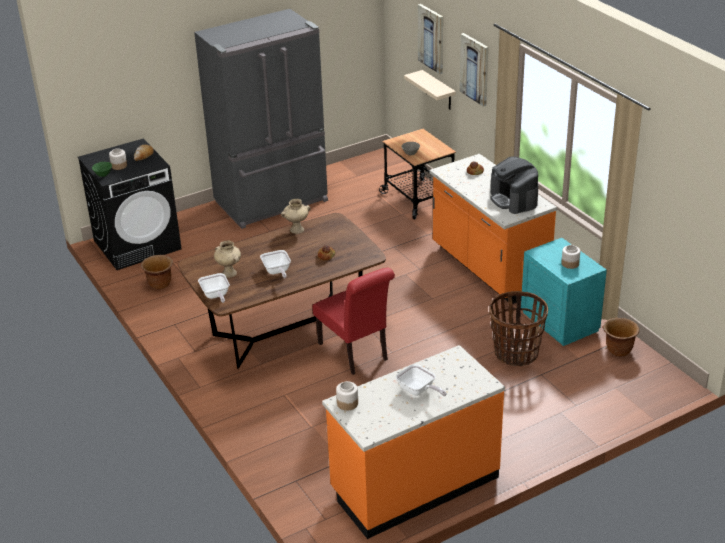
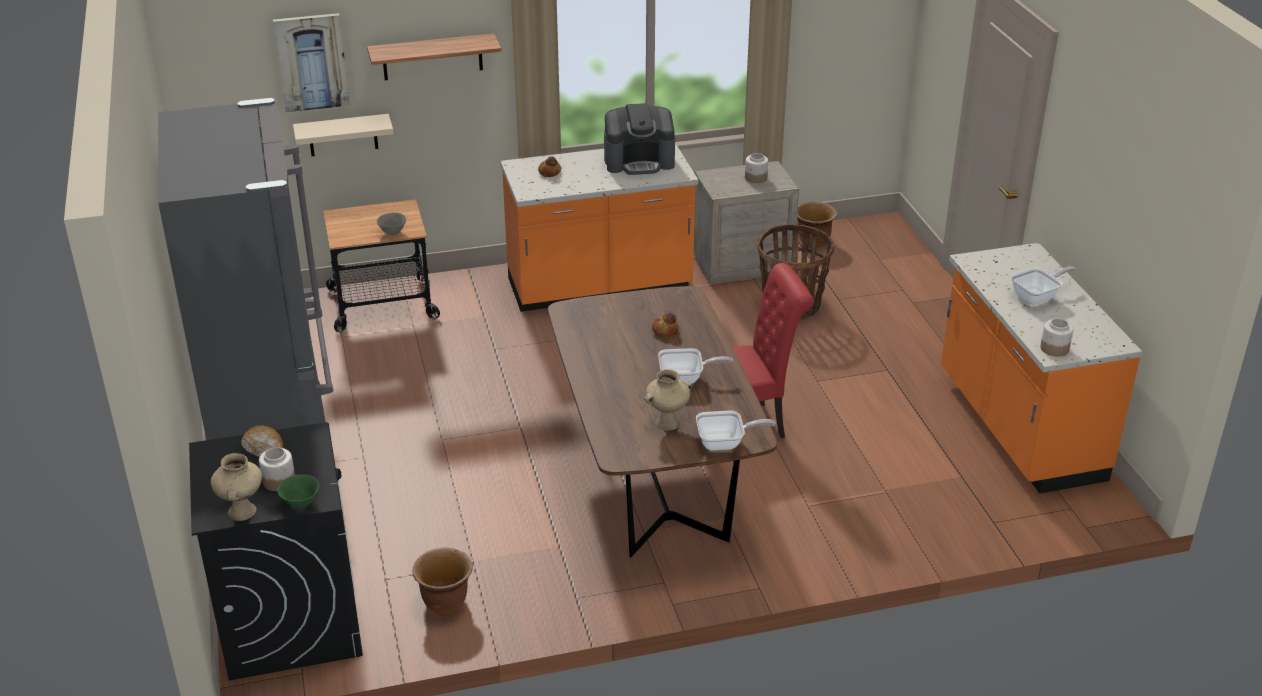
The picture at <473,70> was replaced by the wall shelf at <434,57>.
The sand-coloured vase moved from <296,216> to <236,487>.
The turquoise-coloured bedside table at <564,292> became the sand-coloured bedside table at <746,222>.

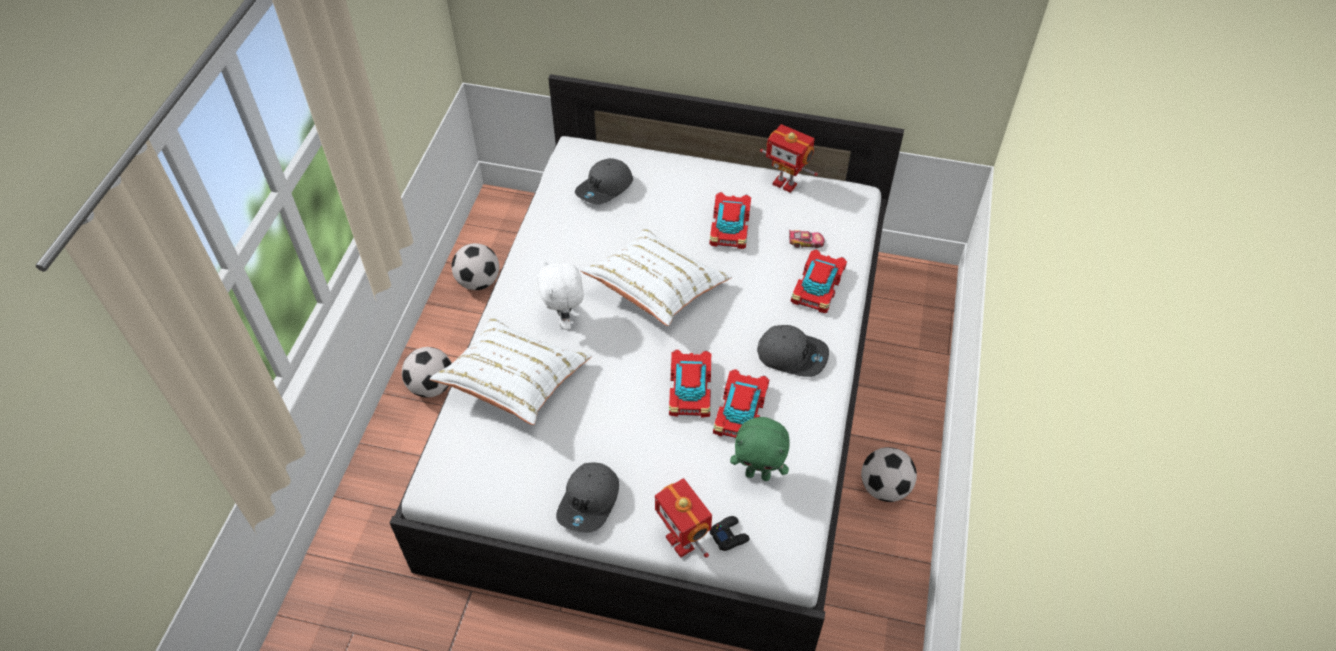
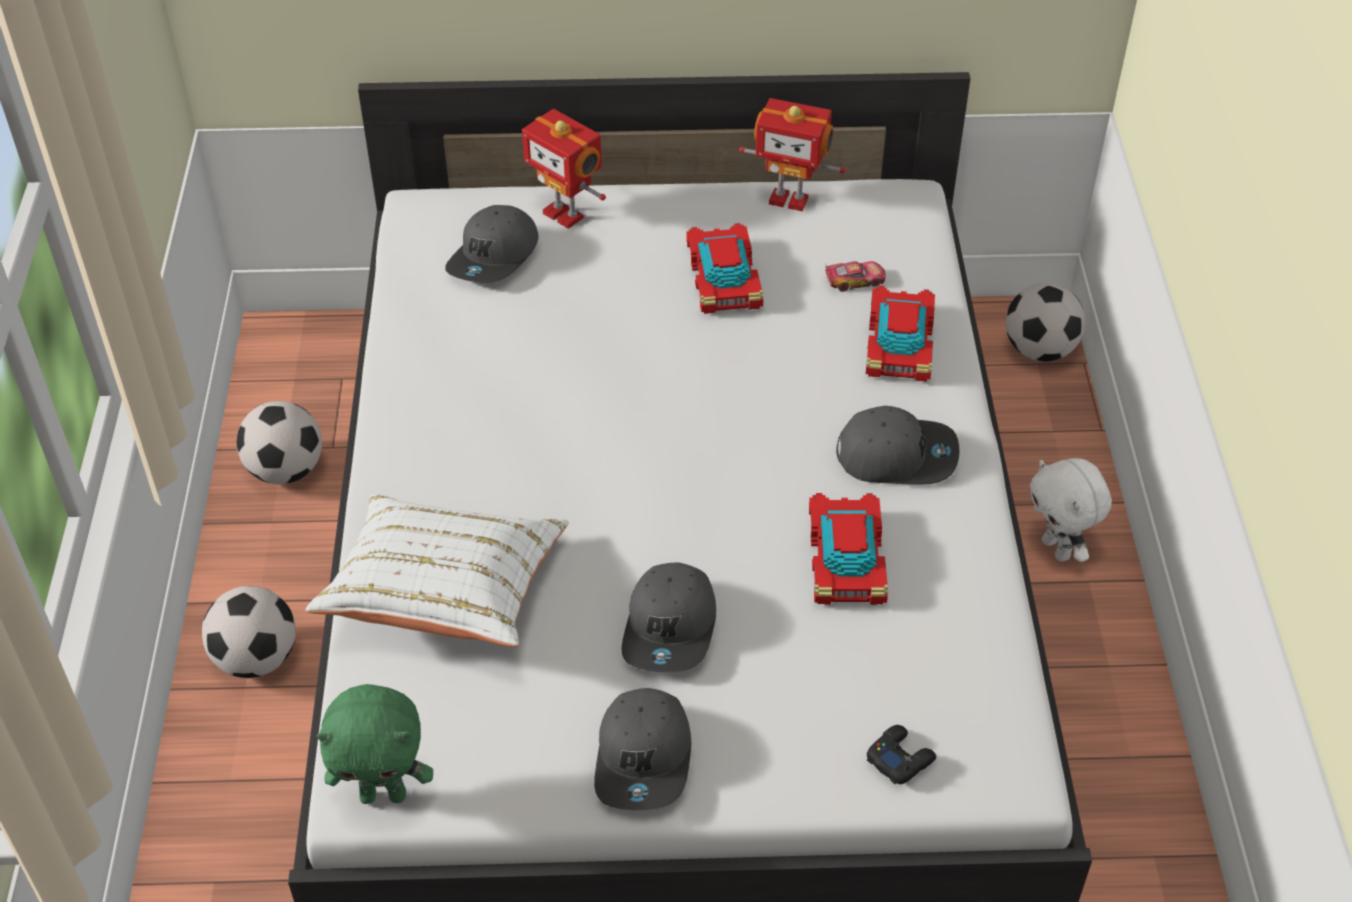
The whitish cushion at <656,277> disappeared.
The whitish cuddly toy moved from <560,295> to <1071,510>.
The toy car at <690,383> disappeared.
The greenish cuddly toy moved from <760,449> to <374,744>.
The football moved from <889,474> to <1045,322>.
The robot figure moved from <683,518> to <564,169>.
The greyish baseball cap at <668,617> appeared.

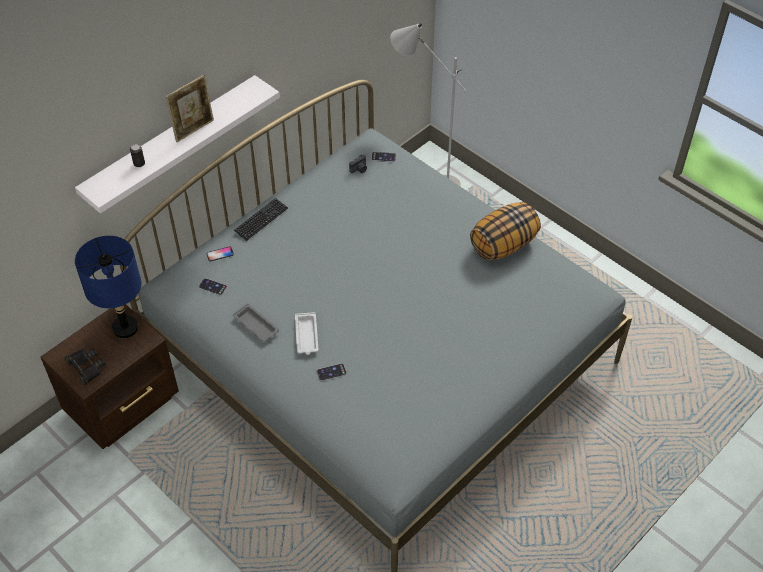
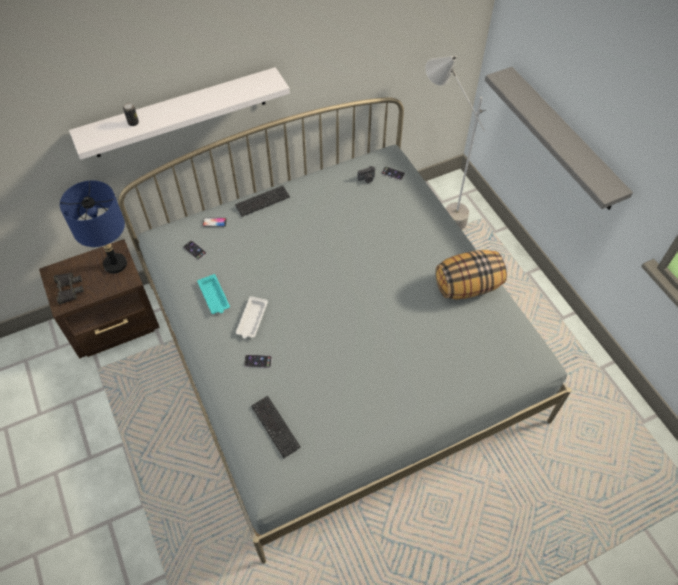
The picture frame at <189,108> disappeared.
The greyish carrying tray at <256,322> became the turquoise-coloured carrying tray at <213,294>.
The greyish wall shelf at <559,138> appeared.
The computer keyboard at <276,427> appeared.

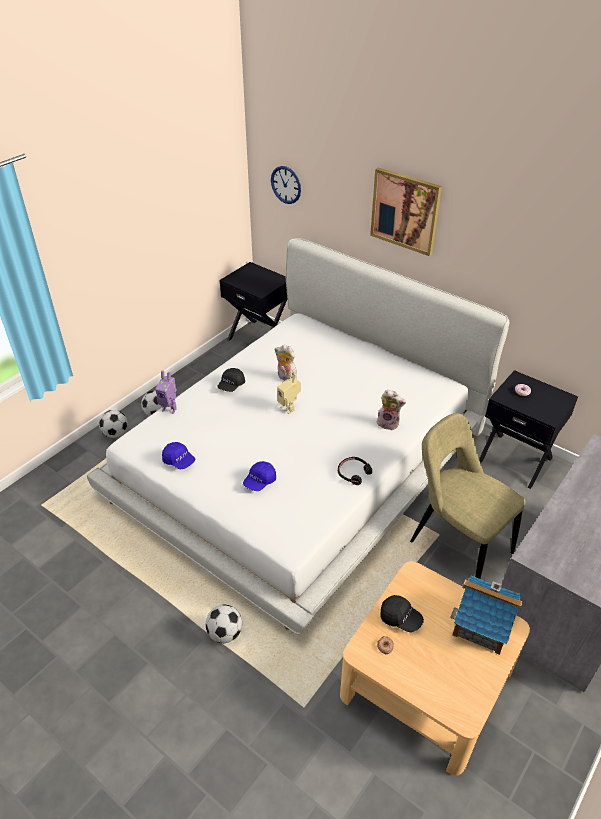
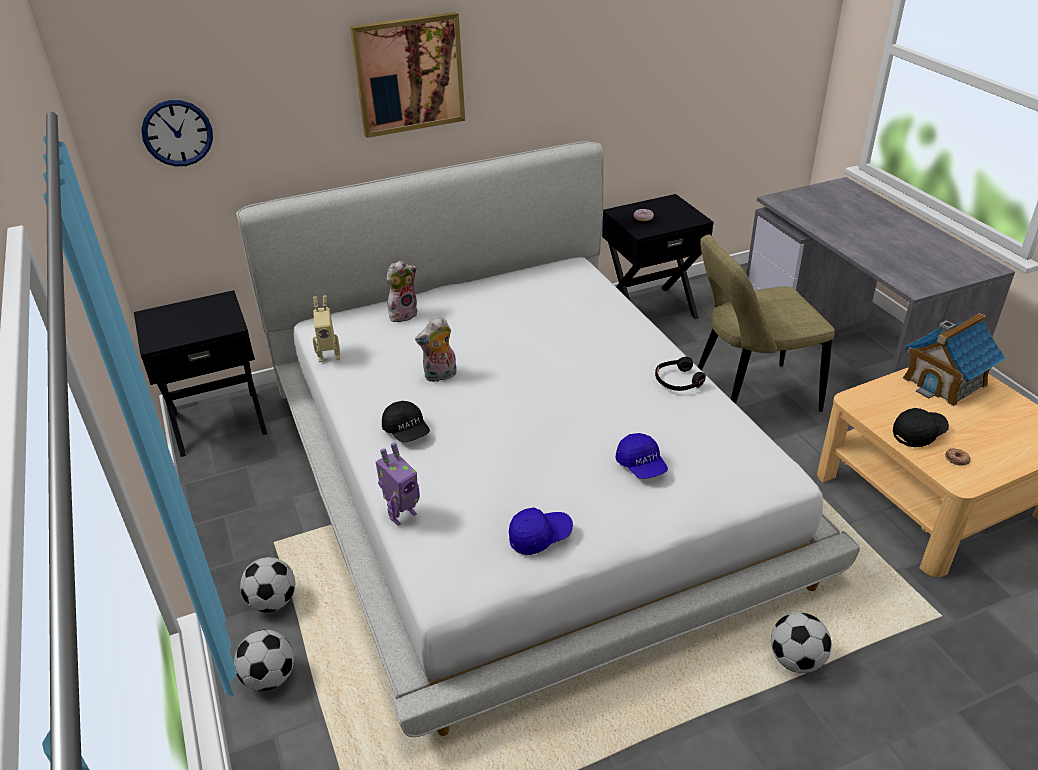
The robot figure moved from <289,392> to <326,329>.
The cuddly toy moved from <391,409> to <402,291>.

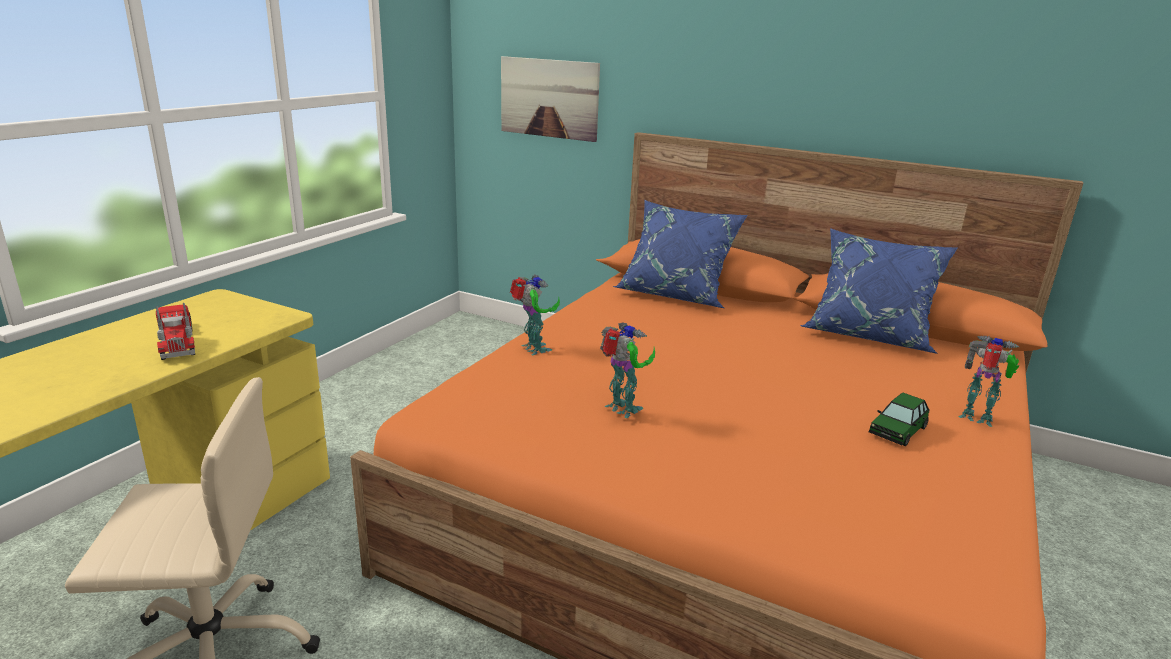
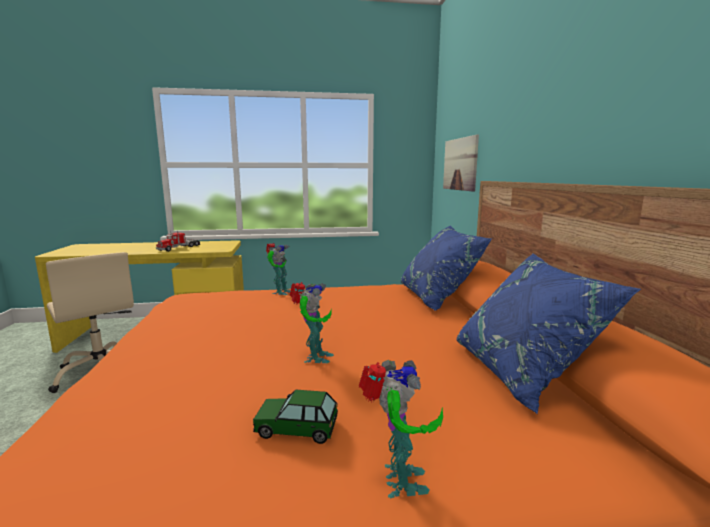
The robot figure moved from <627,370> to <311,322>.

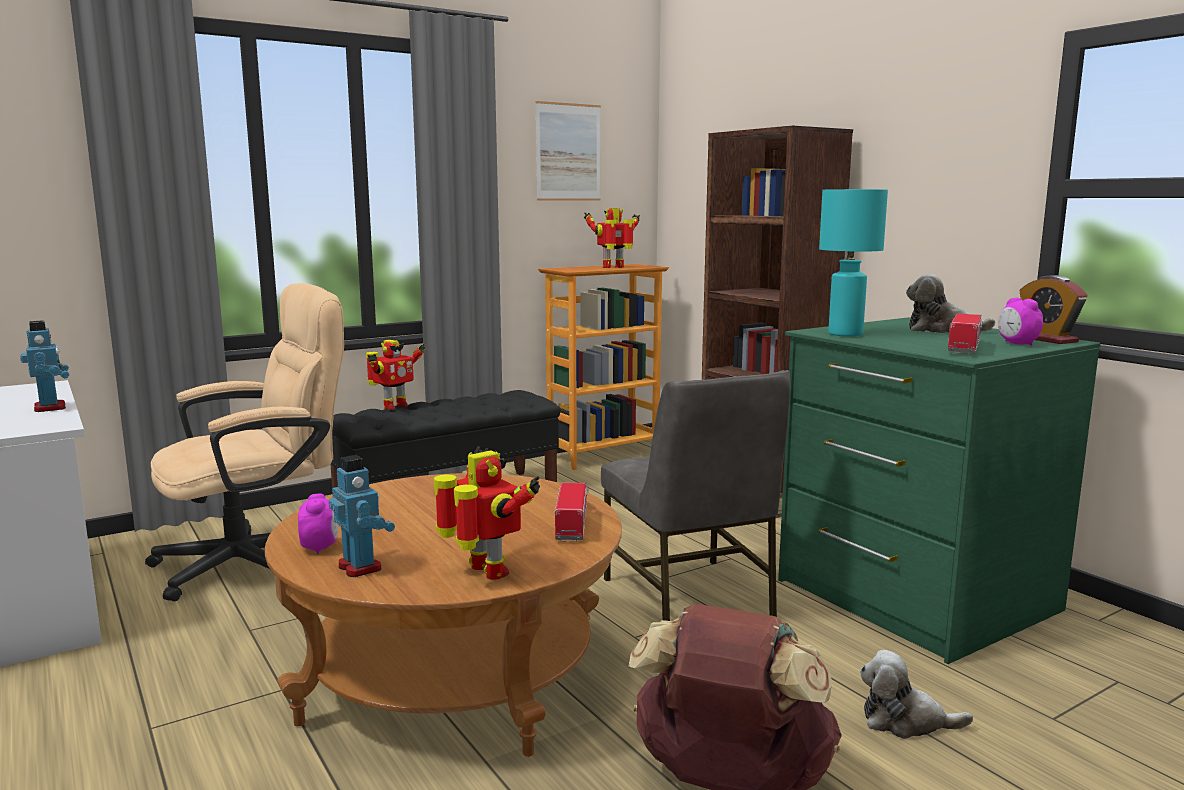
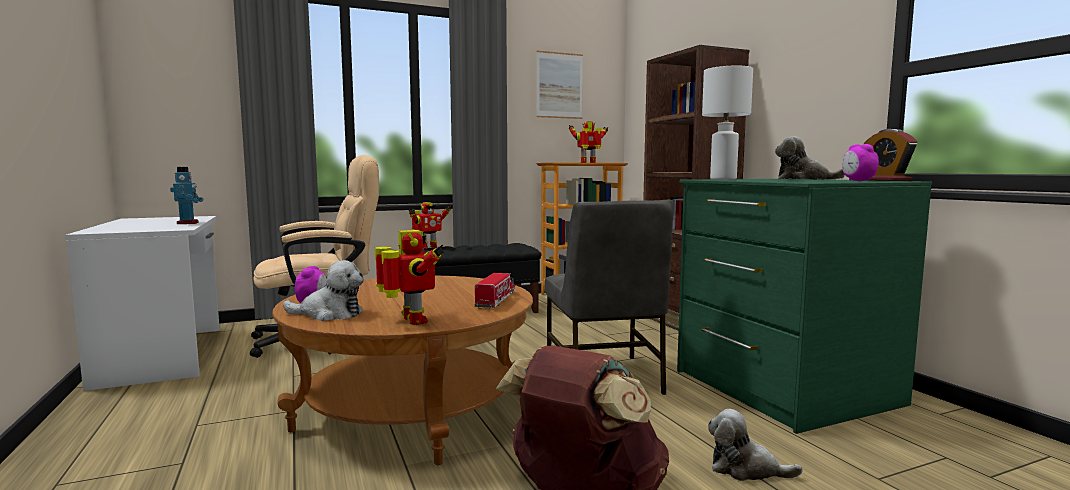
The turquoise-coloured lamp for a table at <853,263> became the whitish lamp for a table at <727,123>.
The toy lorry at <965,334> disappeared.
The robot figure at <362,516> was replaced by the cuddly toy at <323,290>.

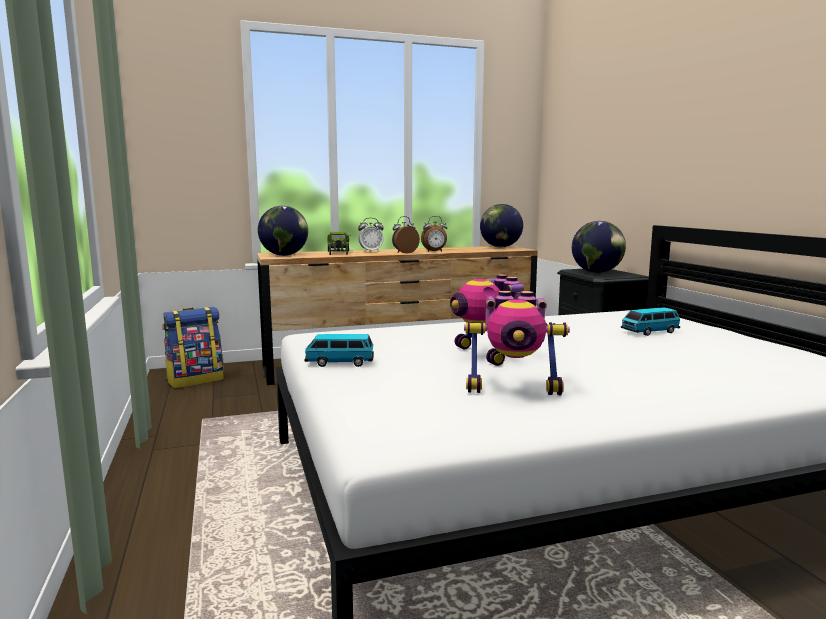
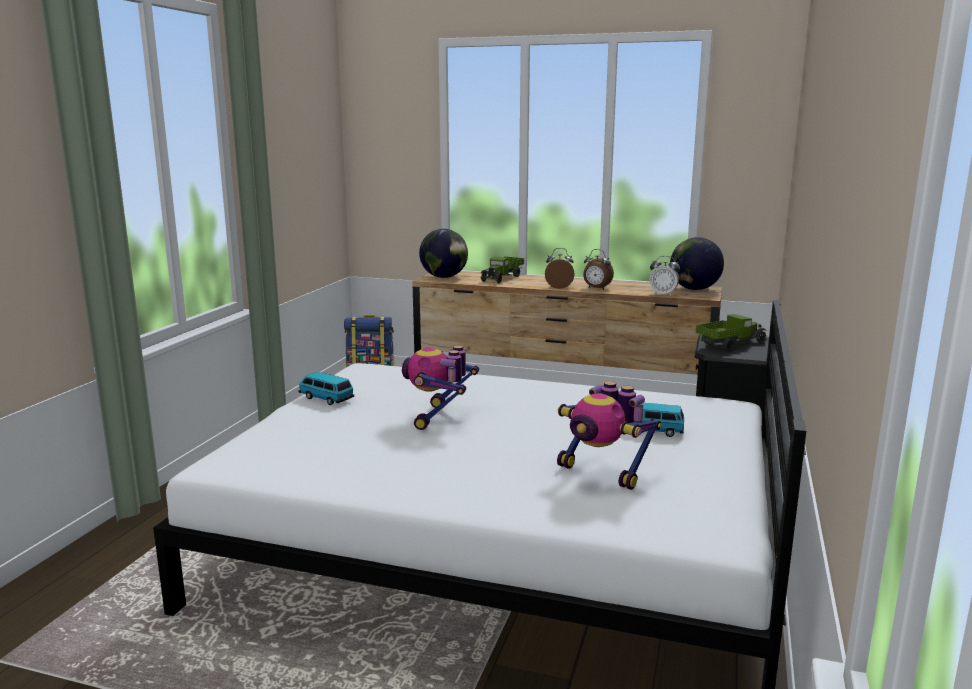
The bedside clock moved from <371,235> to <664,276>.
The desk globe at <599,247> was replaced by the toy lorry at <731,332>.
The robot figure moved from <517,343> to <609,435>.

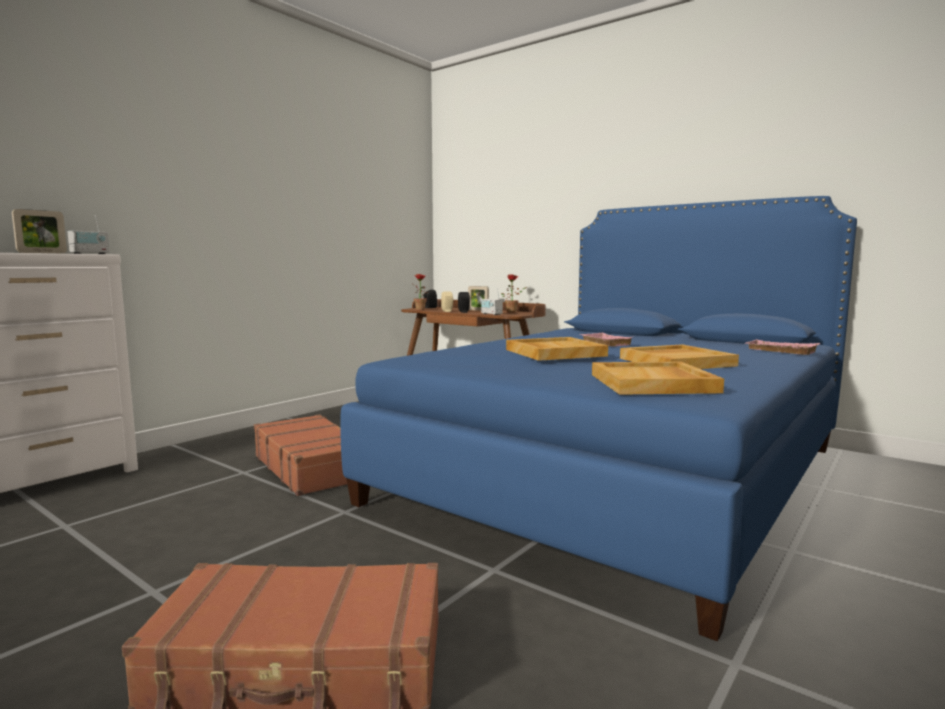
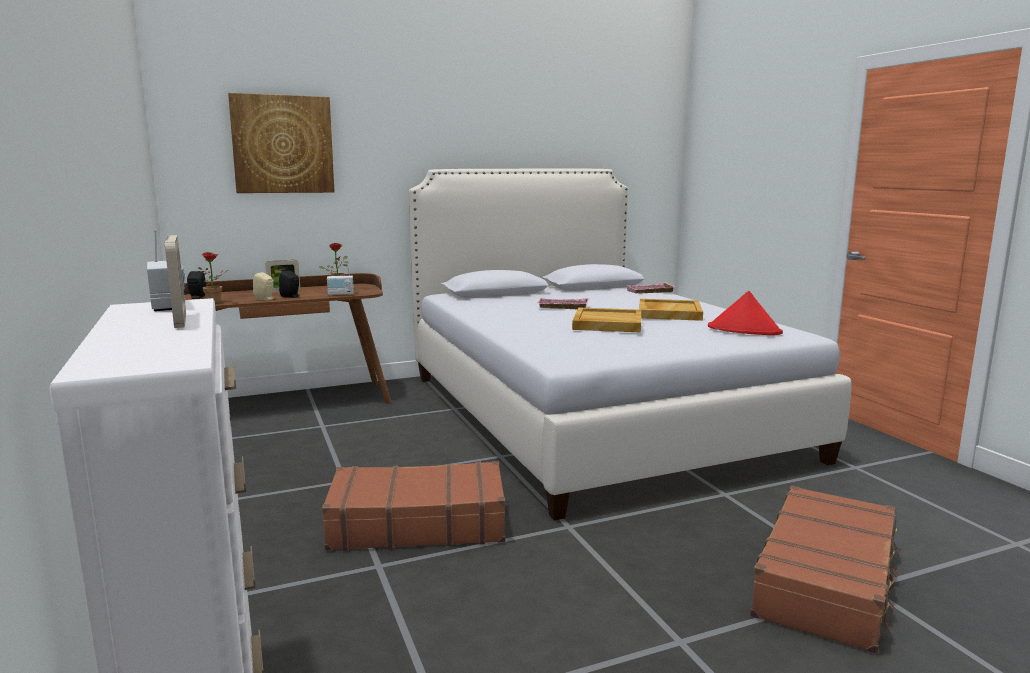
The blue bed at <598,419> became the whitish bed at <630,345>.
The sand-coloured carrying tray at <658,378> was replaced by the reddish hat at <745,313>.
The picture at <281,143> appeared.

